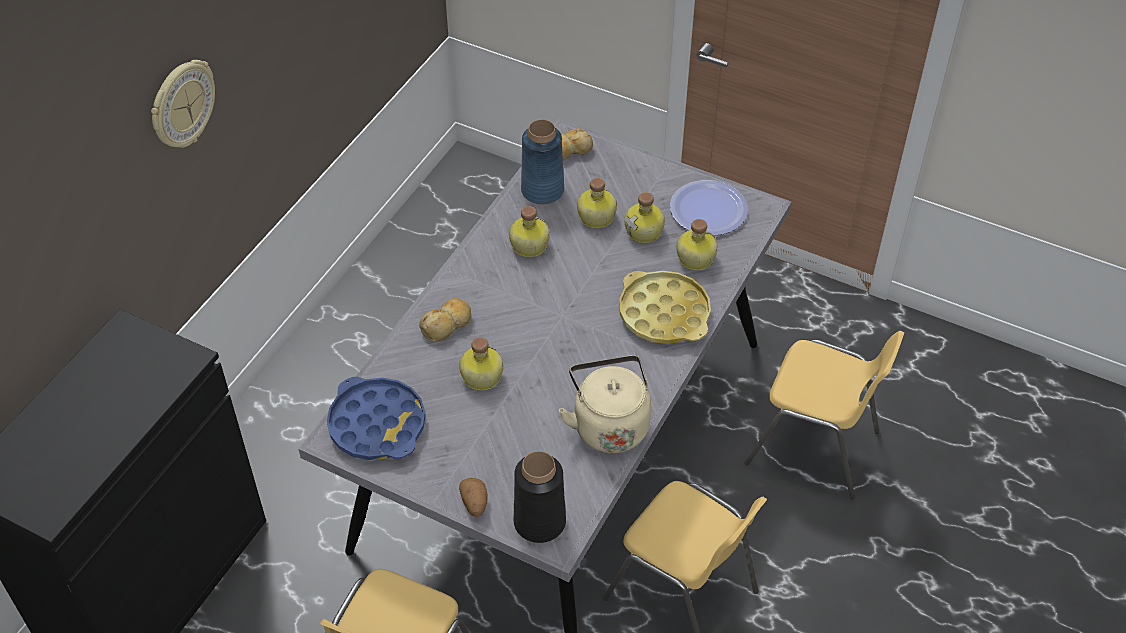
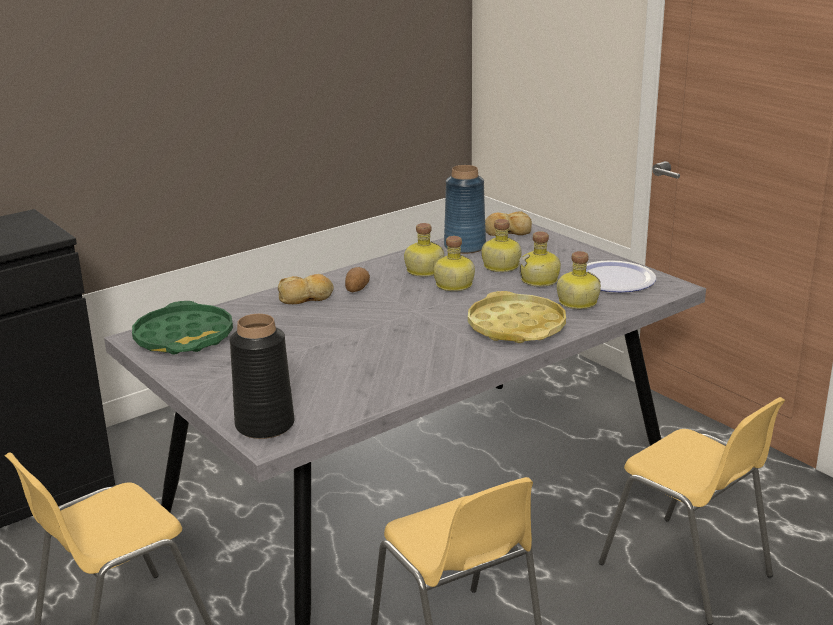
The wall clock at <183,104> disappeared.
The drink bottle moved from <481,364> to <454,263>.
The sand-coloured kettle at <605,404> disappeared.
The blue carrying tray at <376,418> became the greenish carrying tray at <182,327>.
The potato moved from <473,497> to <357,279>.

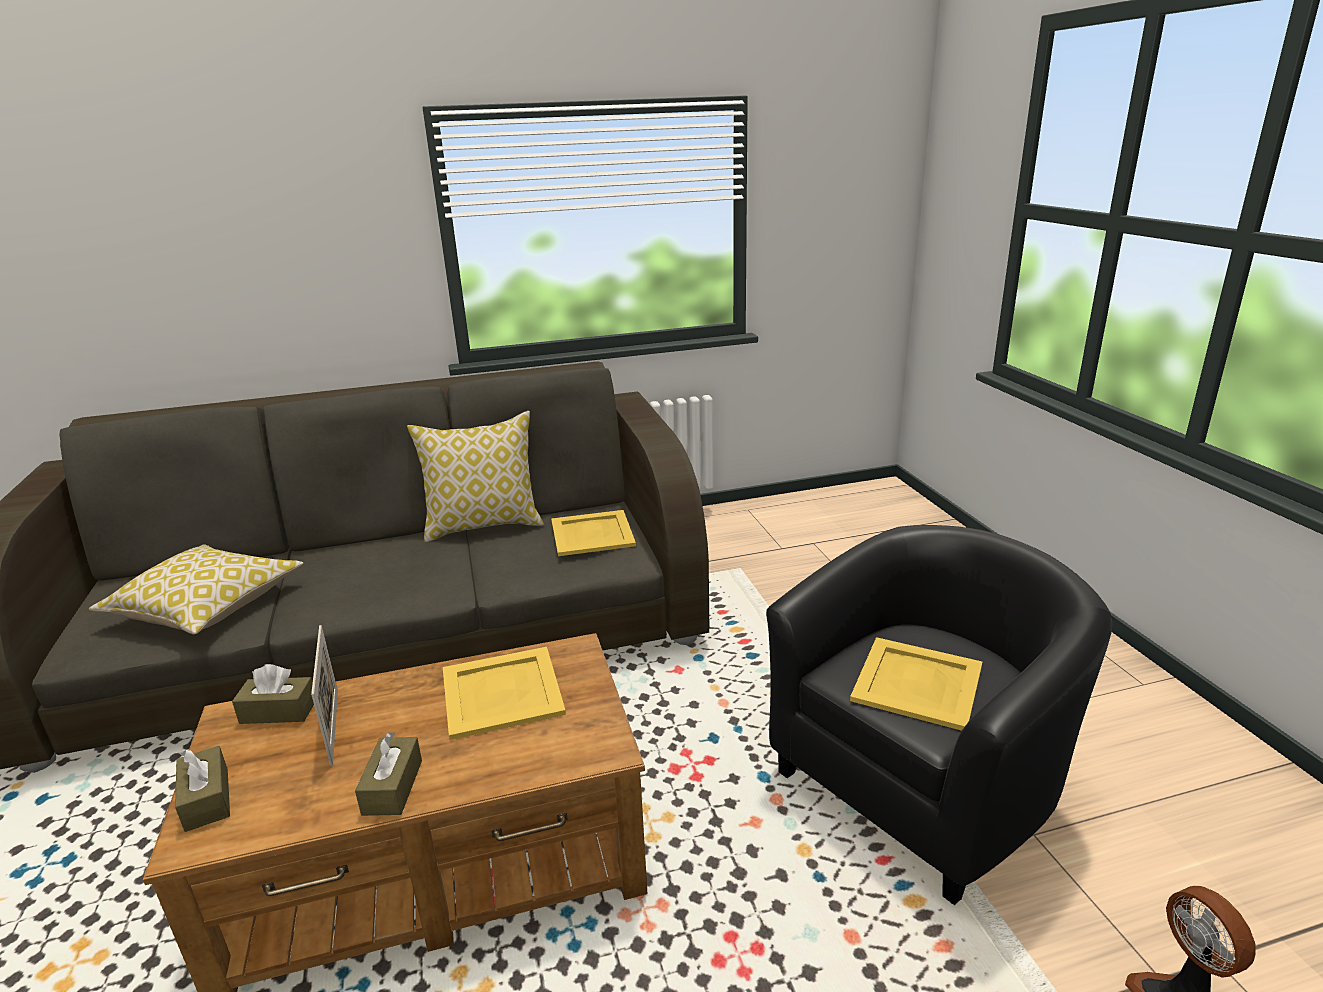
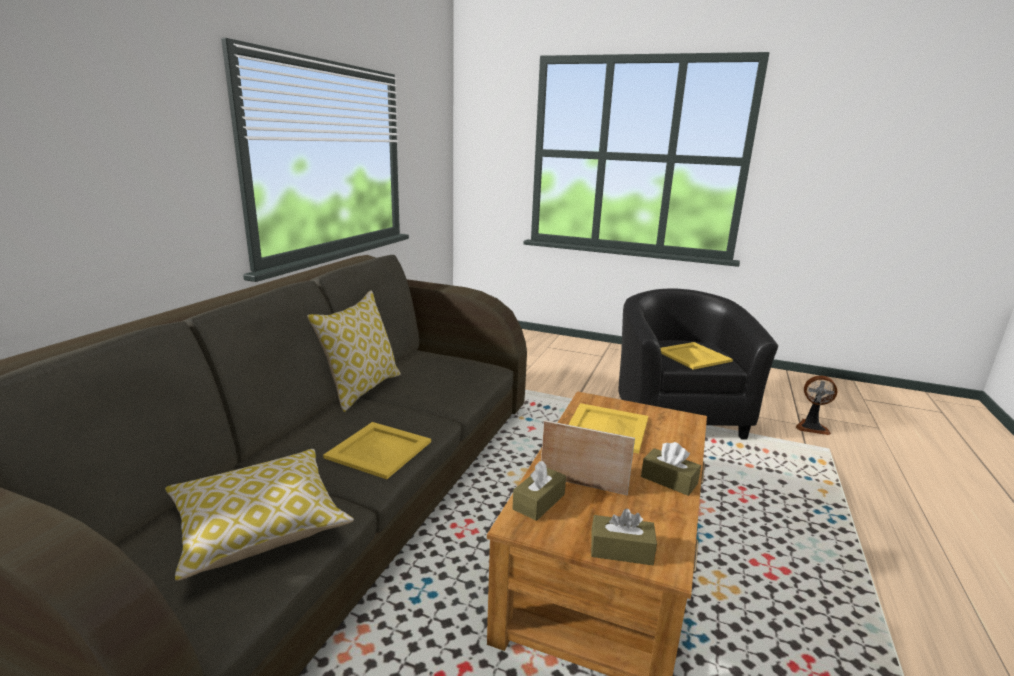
The yellowish carrying tray moved from <593,533> to <377,450>.

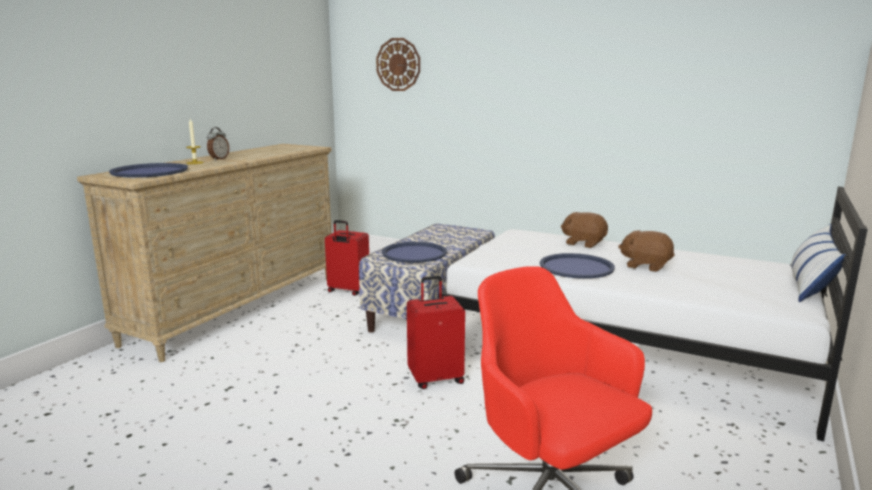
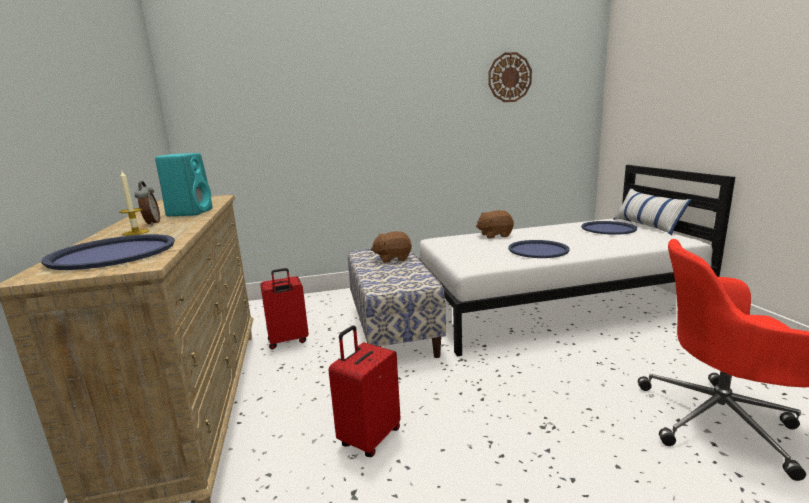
The wall clock moved from <398,64> to <510,77>.
The brown cuddly toy moved from <646,251> to <391,247>.
The blue carrying tray moved from <414,252> to <609,228>.
The reddish suitcase moved from <436,332> to <365,391>.
The turquoise-coloured audio speaker at <184,184> appeared.

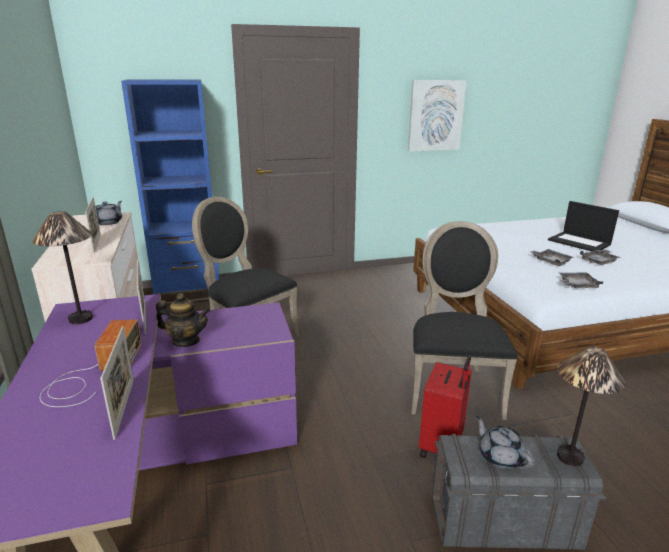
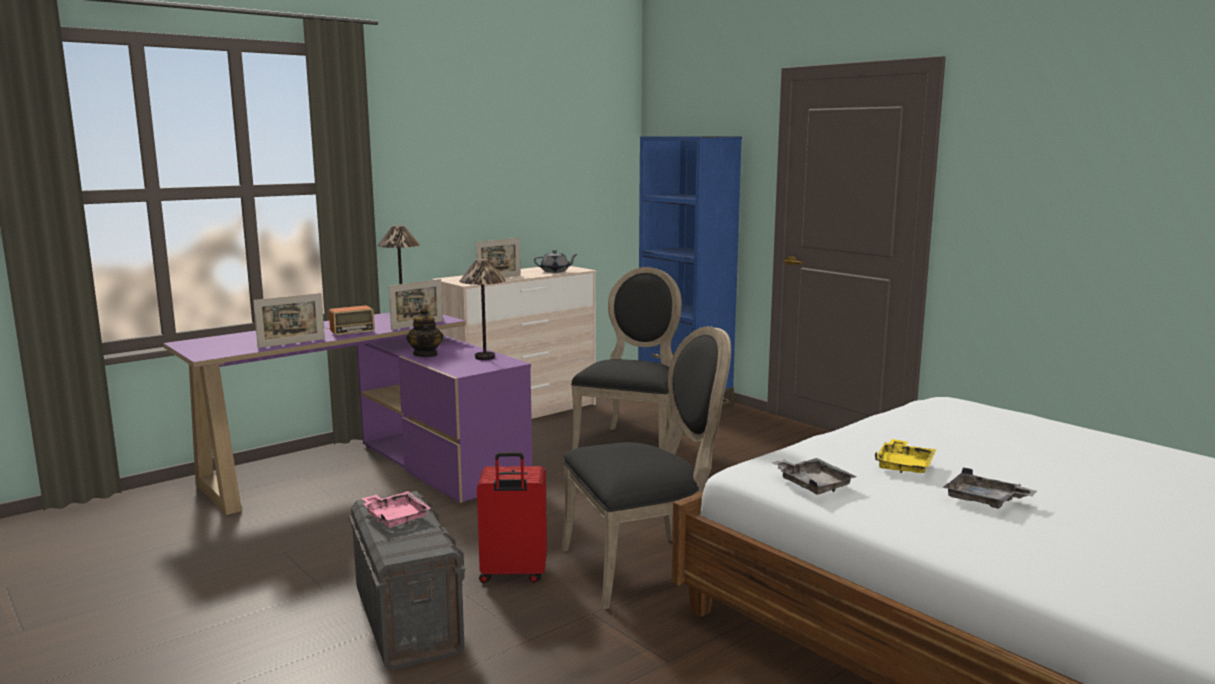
The picture at <437,115> disappeared.
The portable computer at <583,226> disappeared.
The greyish carrying tray at <552,257> became the yellowish carrying tray at <905,456>.
The lamp for a table moved from <591,406> to <482,309>.
The greyish pot for tea at <504,442> was replaced by the pink carrying tray at <396,509>.

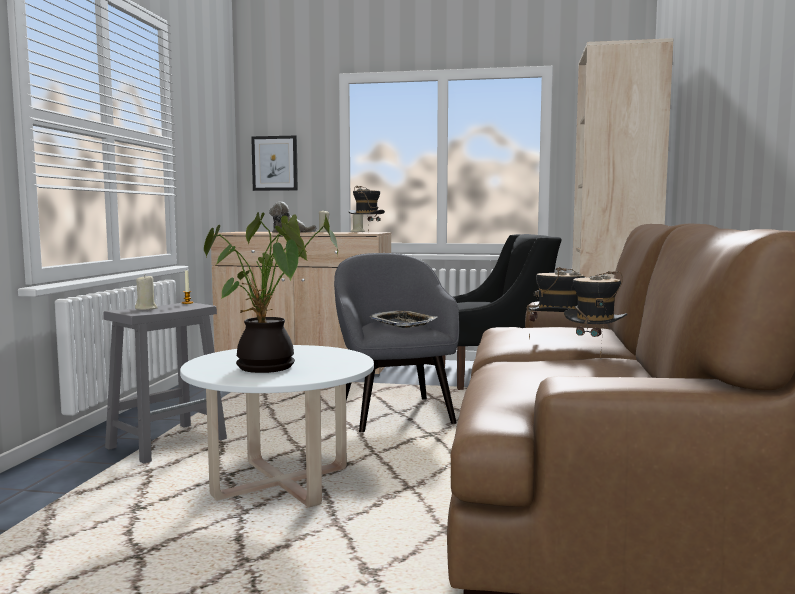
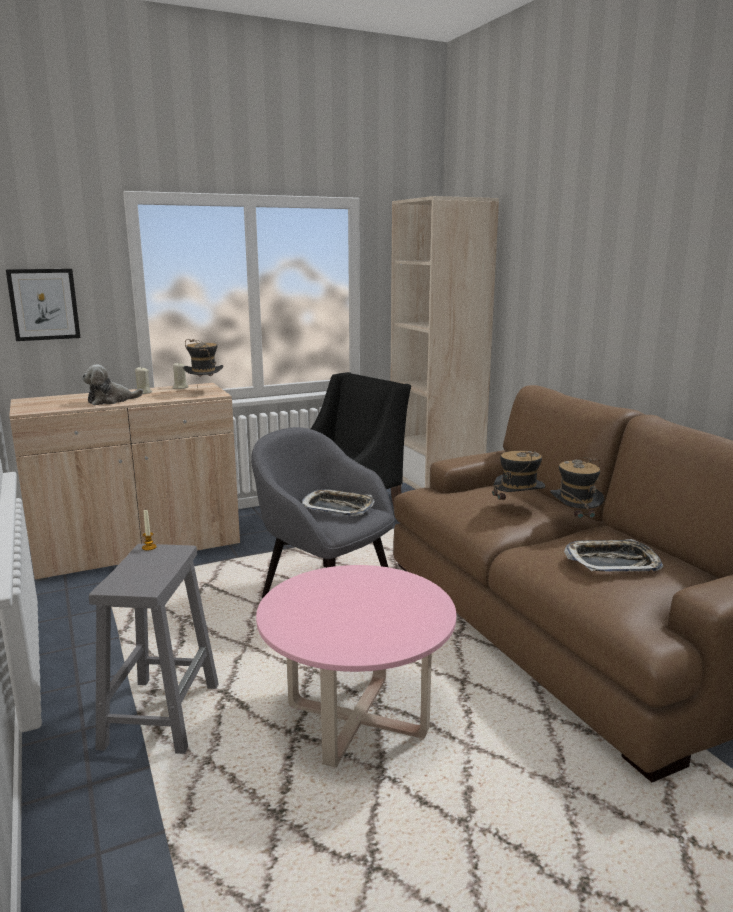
The houseplant at <271,292> disappeared.
The sand-coloured candle at <146,292> disappeared.
The whitish coffee table at <277,426> became the pink coffee table at <356,666>.
The carrying tray at <613,555> appeared.

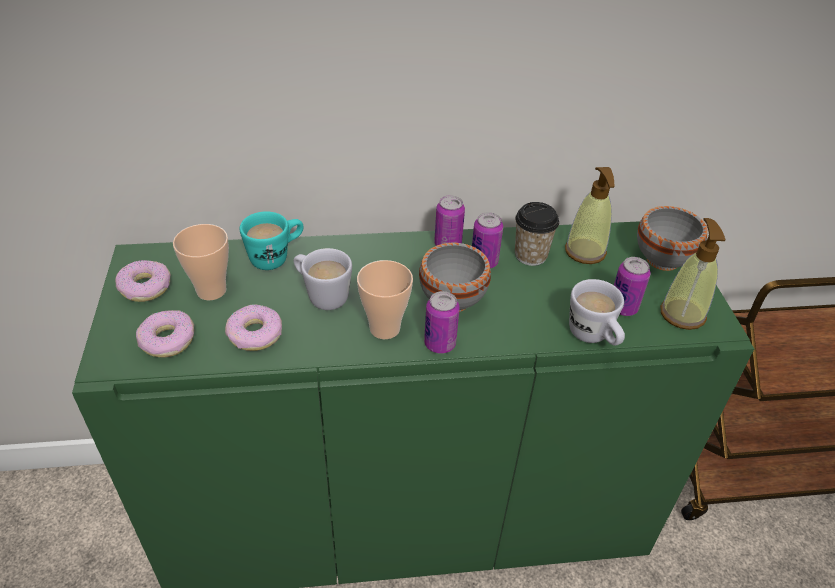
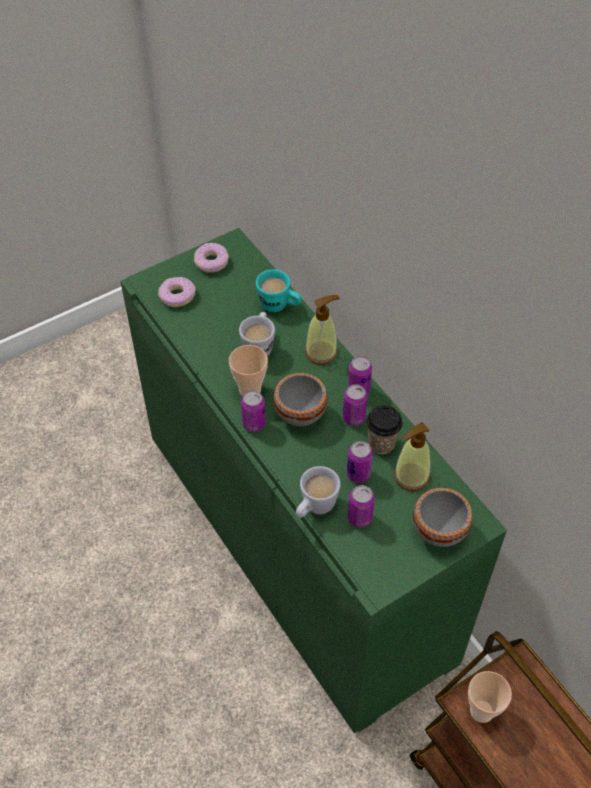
The soap dispenser moved from <692,274> to <322,330>.
The drinking cup moved from <201,262> to <490,697>.
The doughnut at <253,327> disappeared.
The metal can at <360,462> appeared.

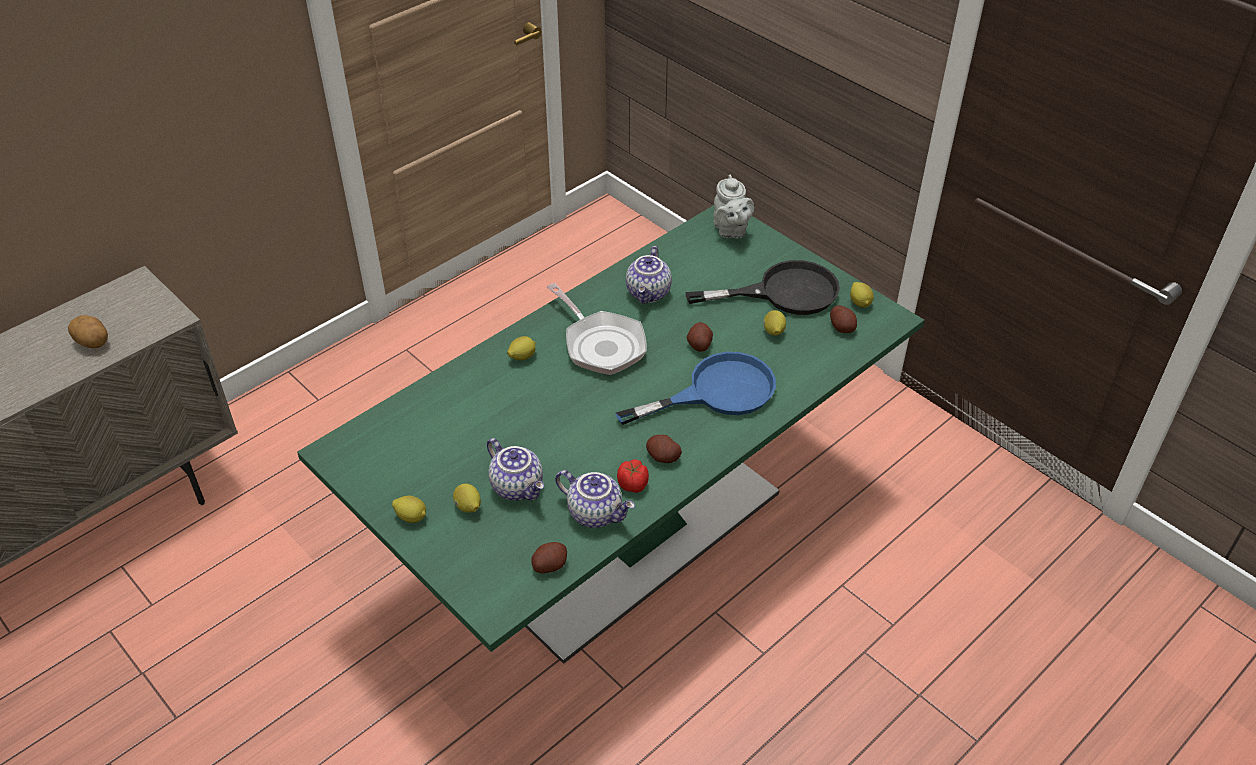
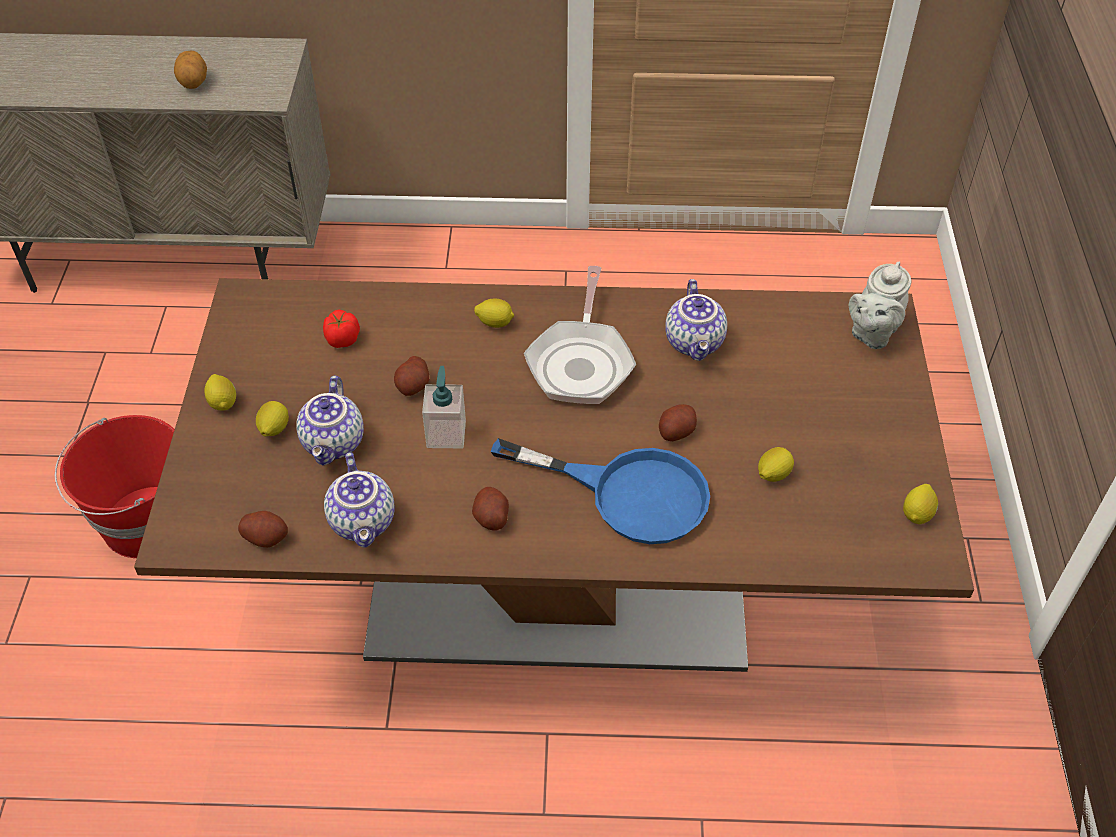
The greenish kitchen table at <610,434> became the brown kitchen table at <554,475>.
The pot for tea at <649,275> turned 60 degrees counterclockwise.
The black-coloured pan at <763,287> disappeared.
The potato moved from <843,319> to <411,376>.
The tomato moved from <633,476> to <341,329>.
The soap dispenser at <444,407> appeared.
The reddish water bucket at <115,486> appeared.

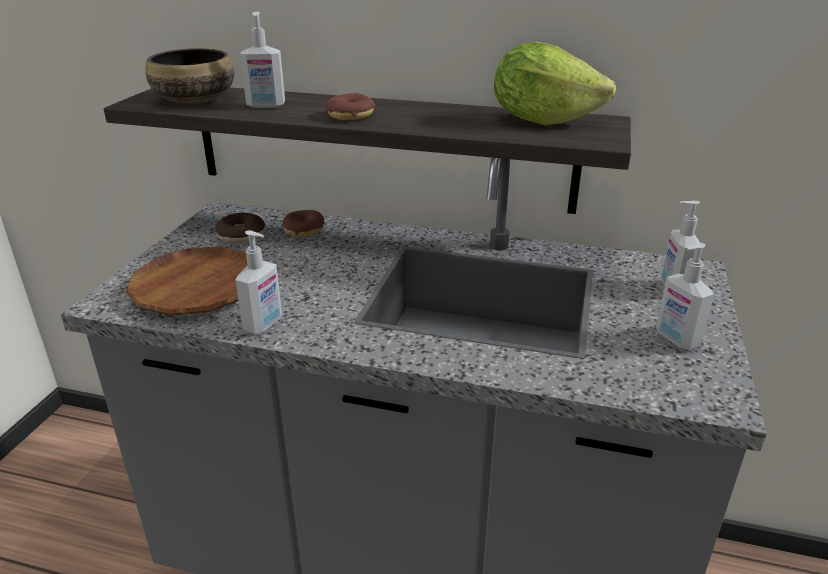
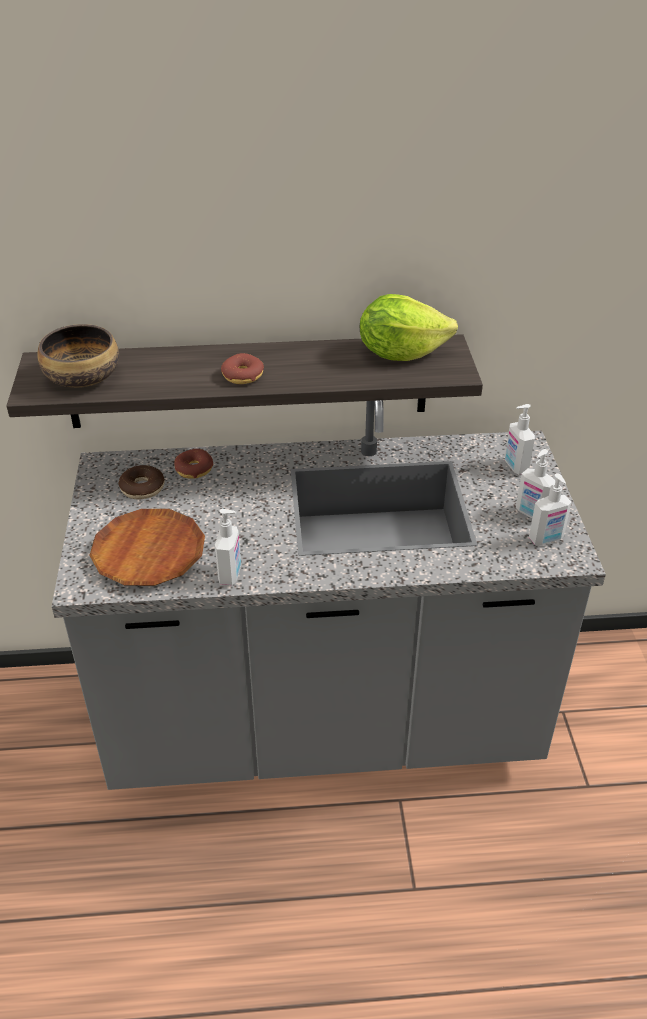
The soap dispenser moved from <262,60> to <550,509>.

